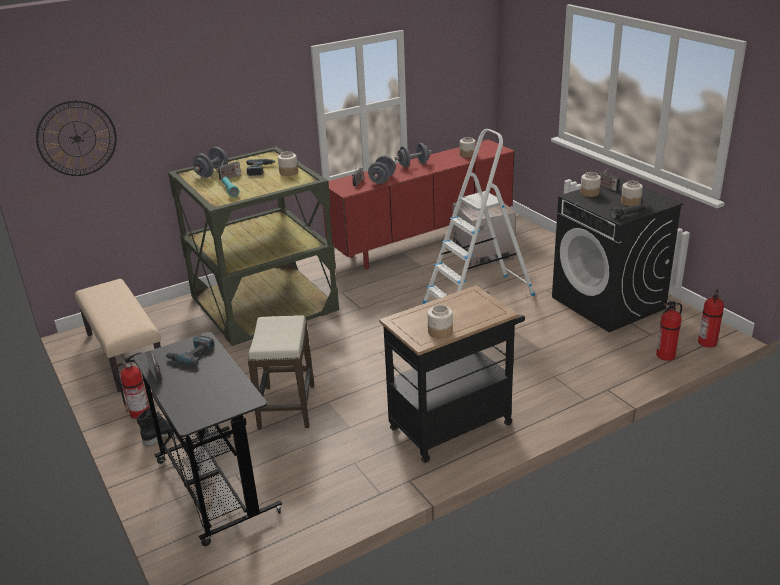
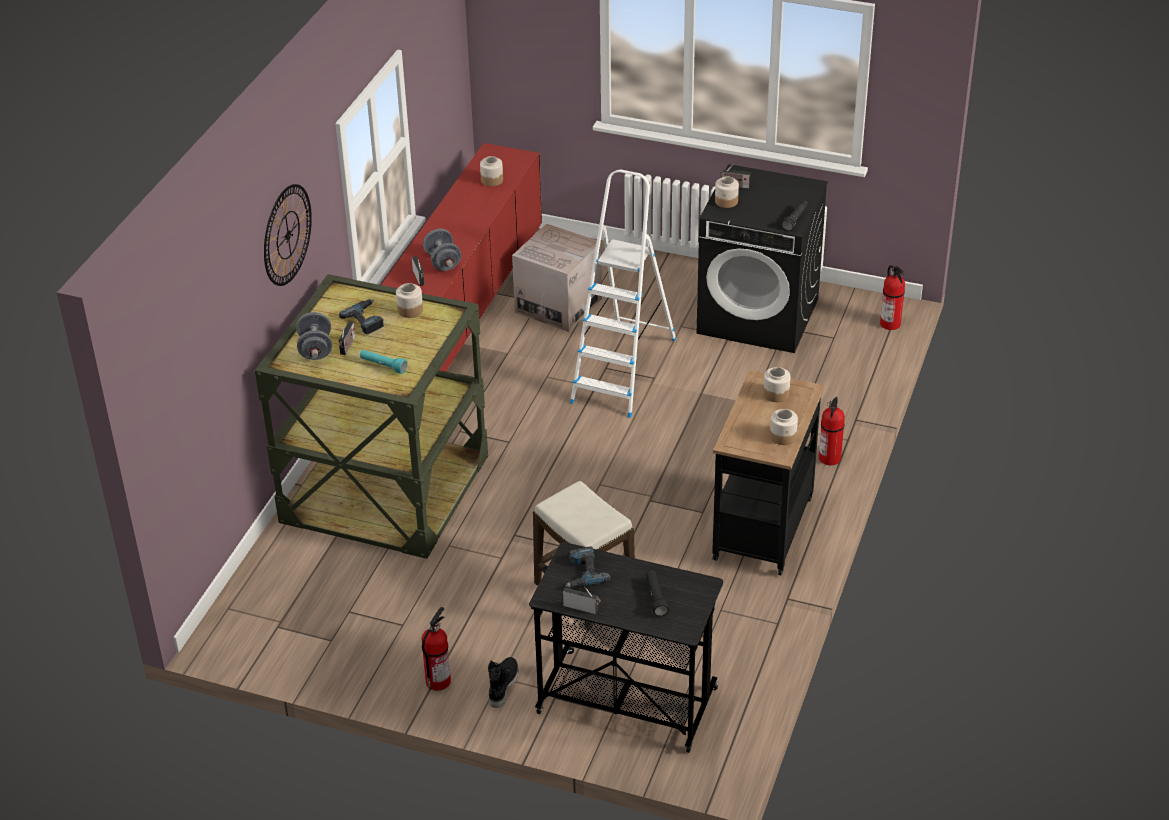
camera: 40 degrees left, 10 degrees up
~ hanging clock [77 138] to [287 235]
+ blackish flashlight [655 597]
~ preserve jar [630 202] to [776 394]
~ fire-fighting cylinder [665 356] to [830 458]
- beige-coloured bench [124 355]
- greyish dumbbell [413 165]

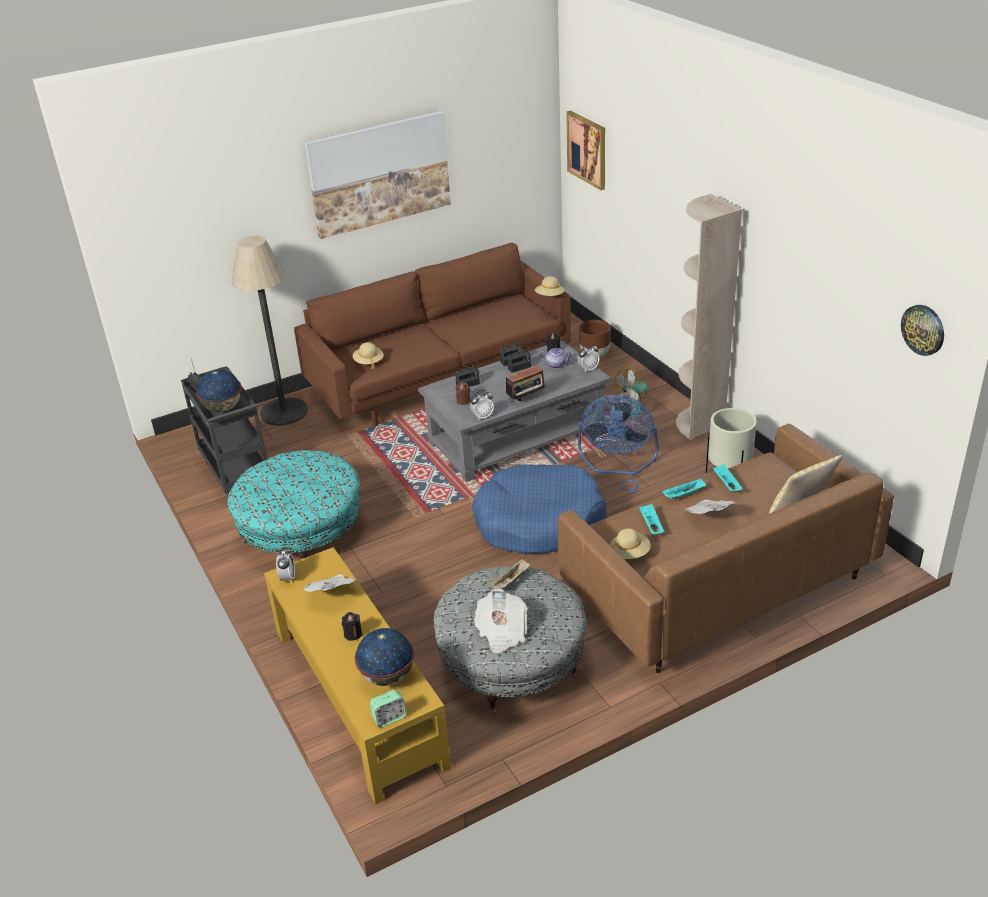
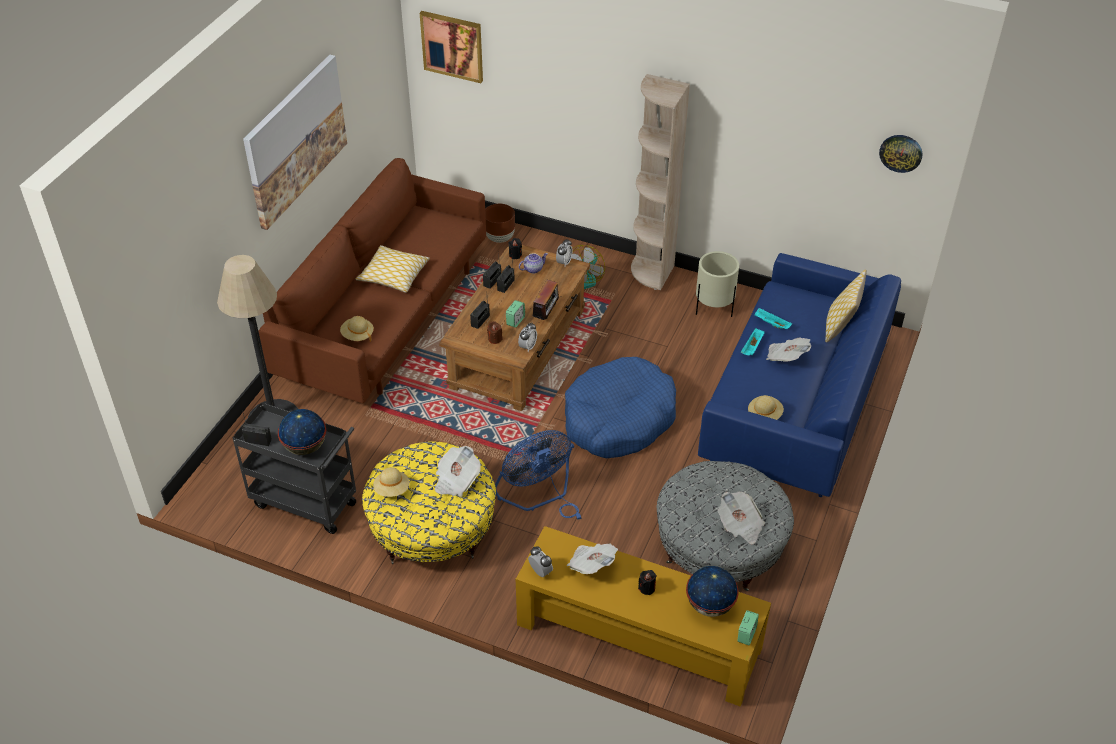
camera: 40 degrees left, 10 degrees up
+ throw pillow [393 275]
~ blue-green footrest [301 532] to yellow footrest [432 527]
~ beige-coloured hat [549 296] to [392 489]
+ newspaper [456 480]
~ greyish lounge table [517 437] to brown lounge table [518 348]
~ blue cooling fan [619 467] to [543 495]
+ table clock [515 321]
~ brown couch [717 585] to blue couch [793 407]
- beige-coloured carrying tray [510 581]
- blue-green carrying tray [651 525]

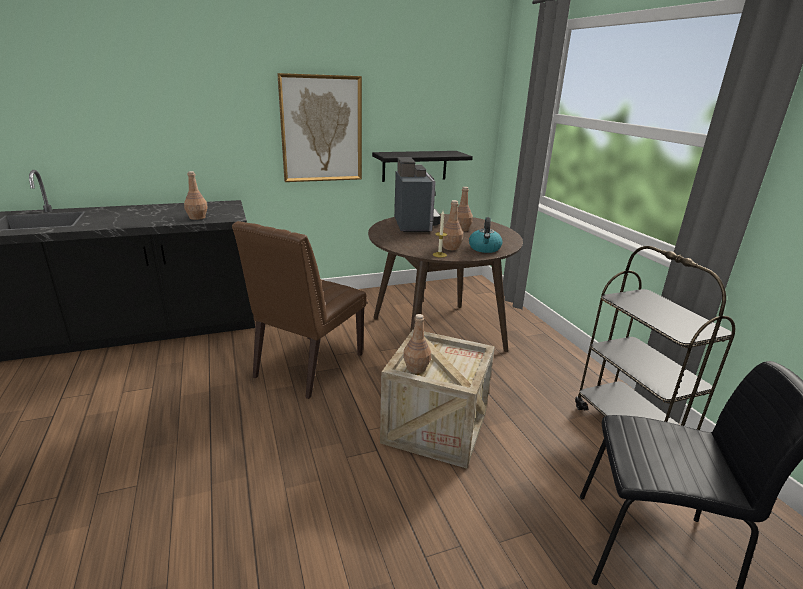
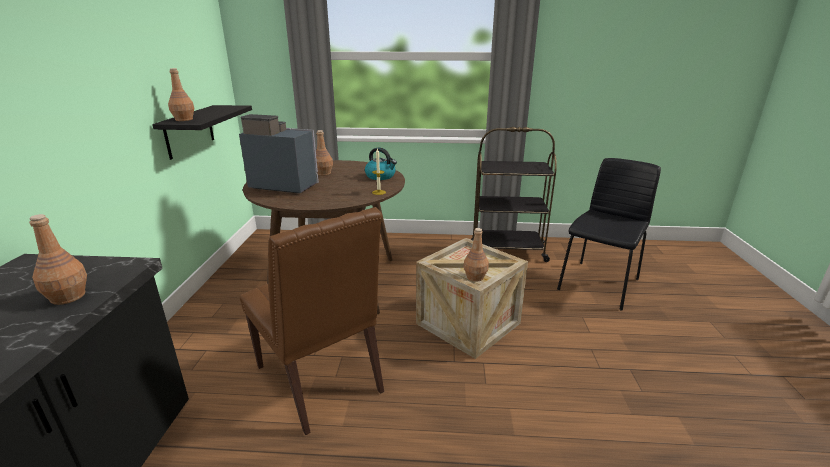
camera: 65 degrees left, 0 degrees up
~ brown bottle [450 247] to [183 119]
- wall picture [321 129]

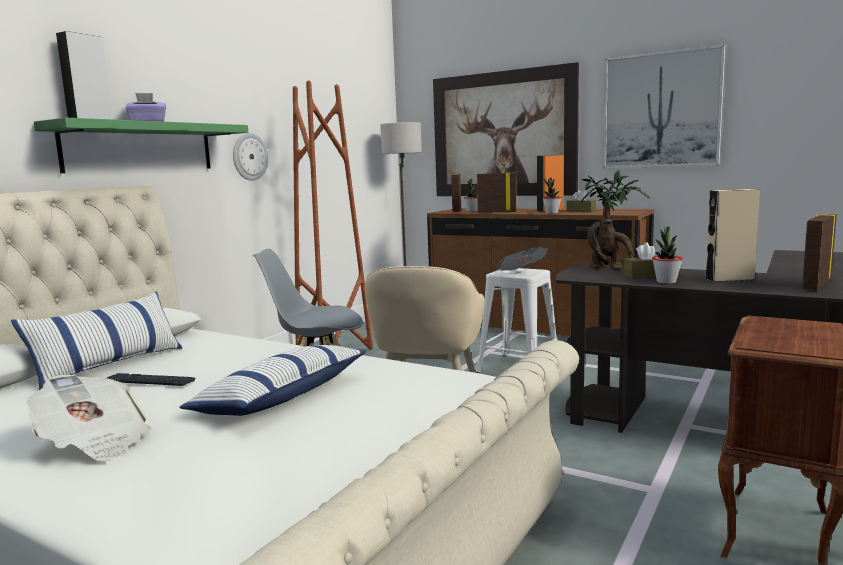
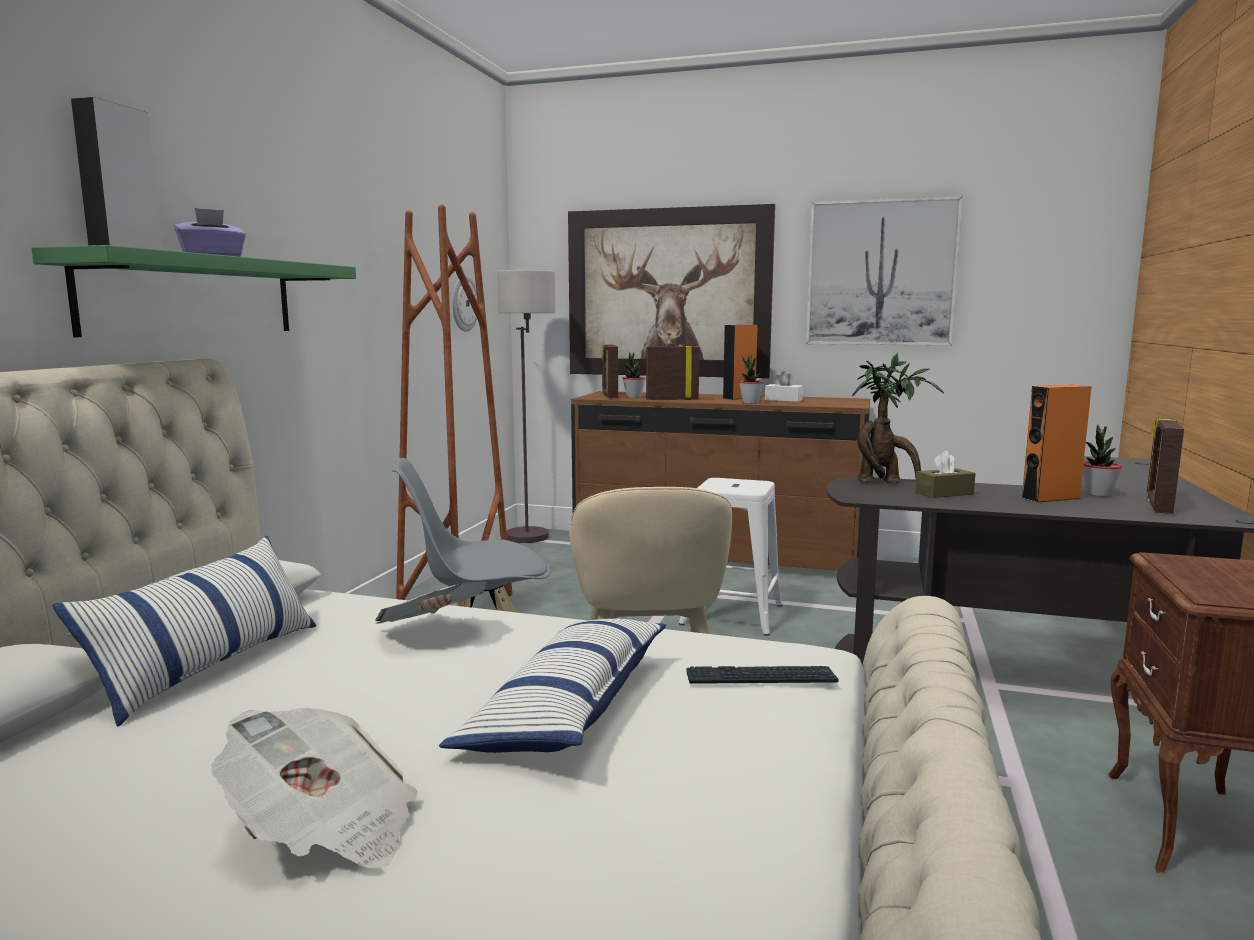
camera: 15 degrees left, 0 degrees up
~ newspaper [521 274] to [431 632]
~ hanging clock [249 156] to [463 303]
~ computer keyboard [148 381] to [760 678]
~ brown tissue holder [581 211] to whitish tissue holder [783 400]
~ beige-coloured audio speaker [729 279] to orangey audio speaker [1050 498]
~ houseplant [666 282] to [1098 494]

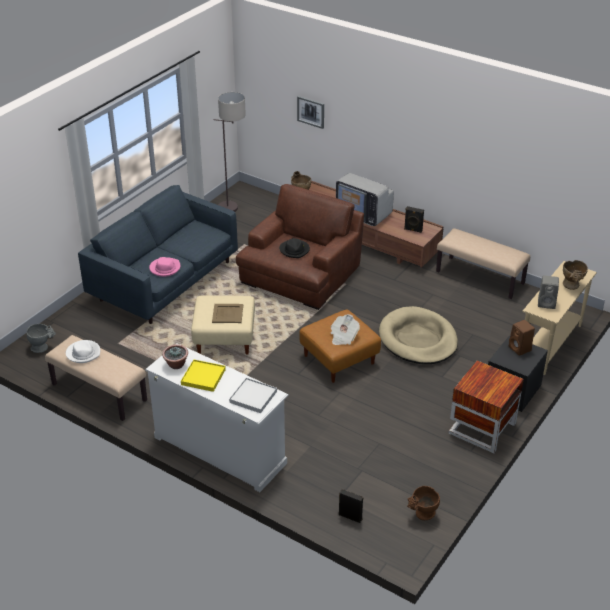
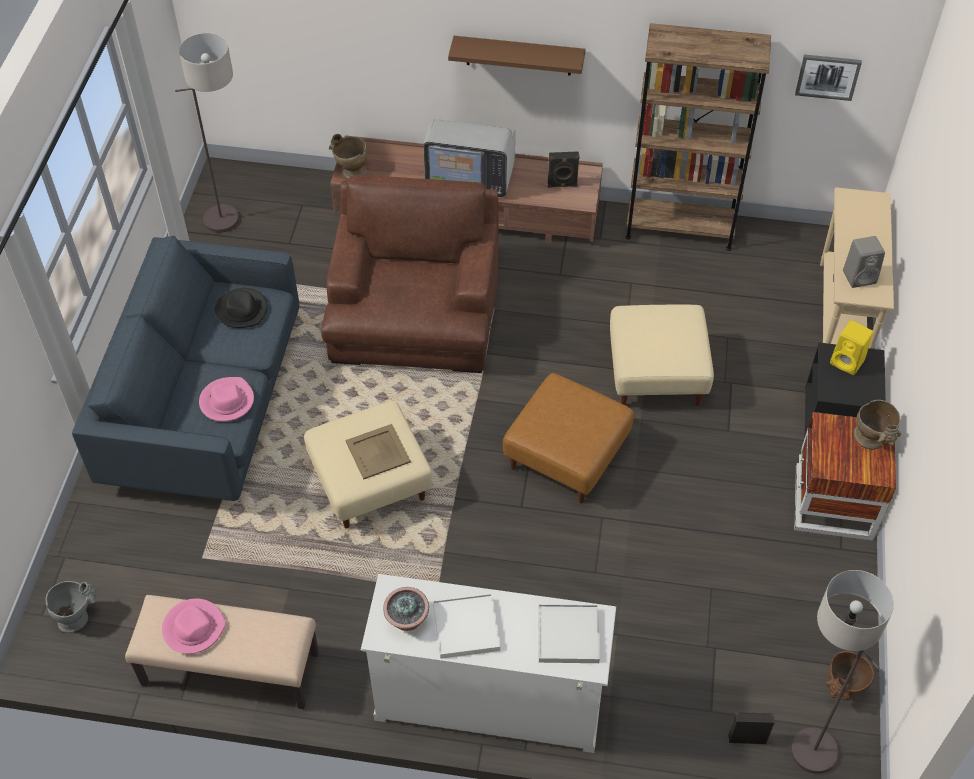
camera: 25 degrees left, 15 degrees up
~ whitish hat [83 353] to pinkish hat [193 627]
~ blackish hat [294 250] to [242 310]
~ yellow carrying tray [203 377] to whitish carrying tray [466 628]
+ brown bracket shelf [518 55]
~ beige-coloured dog cushion [418 339] to beige-coloured footrest [657 375]
~ beige-coloured bench [480 277] to brown bookcase [679 228]
+ greyish floor lamp [804 740]
~ wall picture [311 111] to [828 76]
~ brown audio speaker [520 349] to yellow audio speaker [848 362]
~ beige-coloured vase [572 286] to [872 441]
- newspaper [343 337]

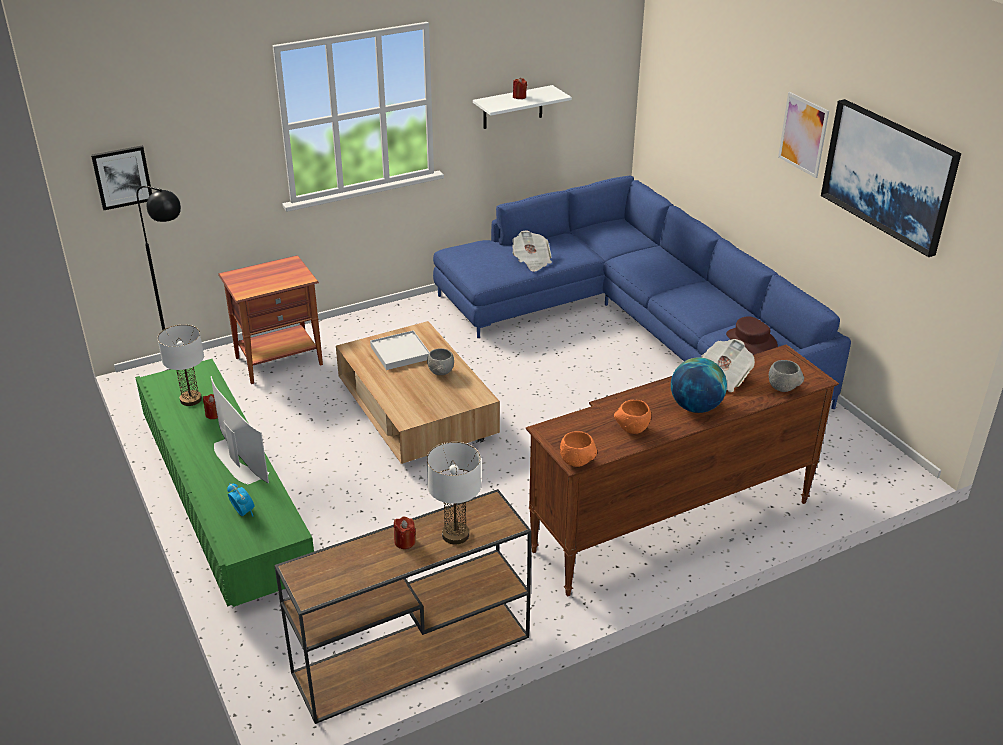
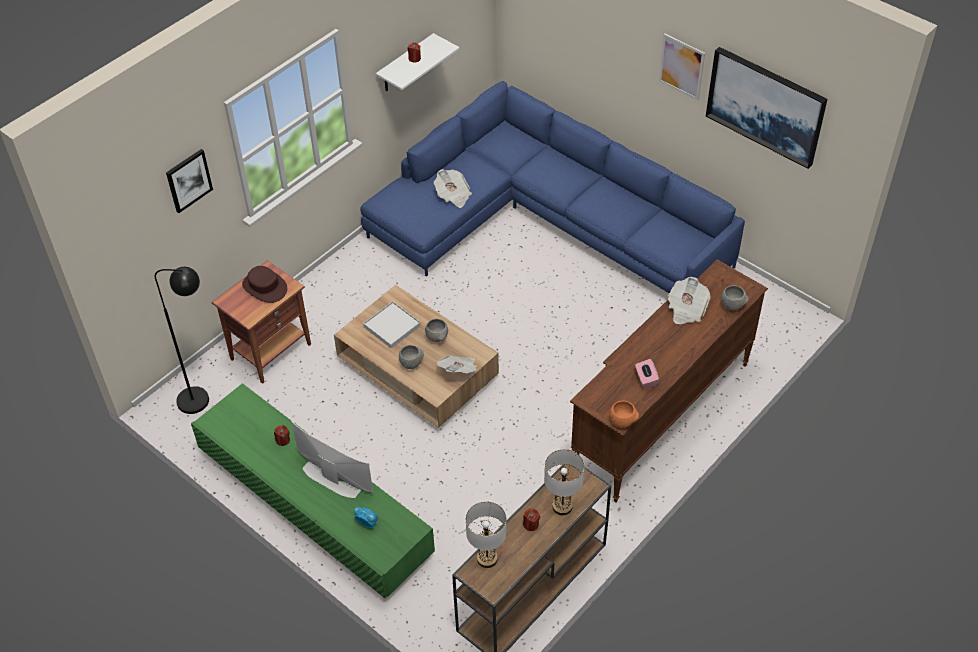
camera: 20 degrees left, 15 degrees up
~ wall picture [122 177] to [188 180]
~ brown hat [751 342] to [264 287]
+ greyish serving bowl [411 364]
+ newspaper [459 371]
~ lamp for a table [191 399] to [487 558]
~ orangey serving bowl [632 430] to pinkish tissue holder [645 379]
- globe [695 407]

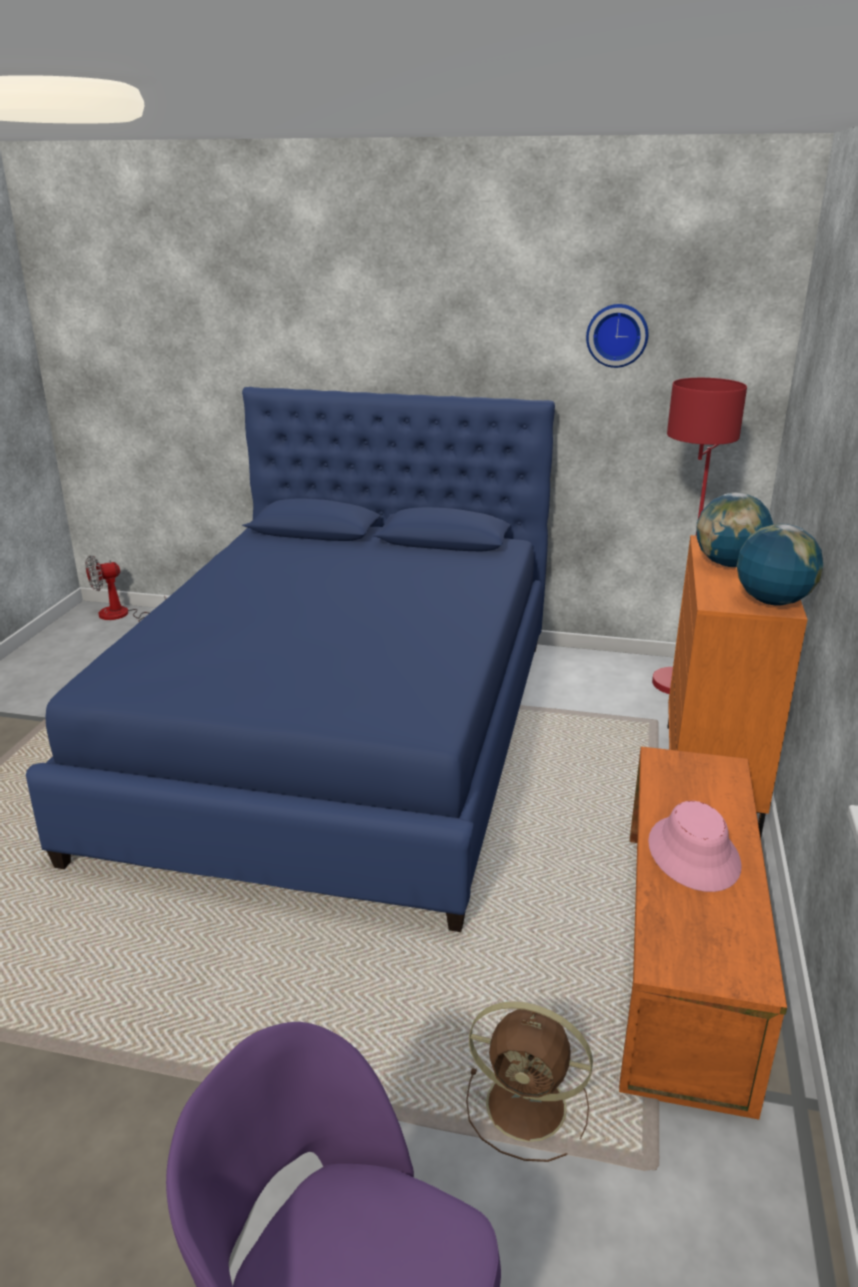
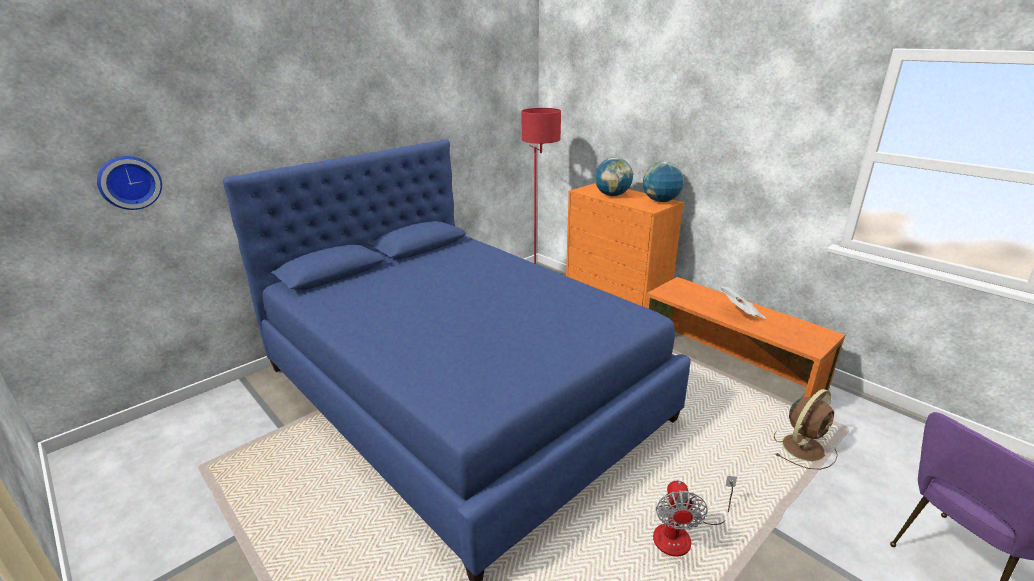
camera: 55 degrees left, 0 degrees up
~ hanging clock [617 335] to [129 182]
~ cooling fan [122 616] to [682 534]
~ pinkish hat [694 854] to newspaper [740 313]

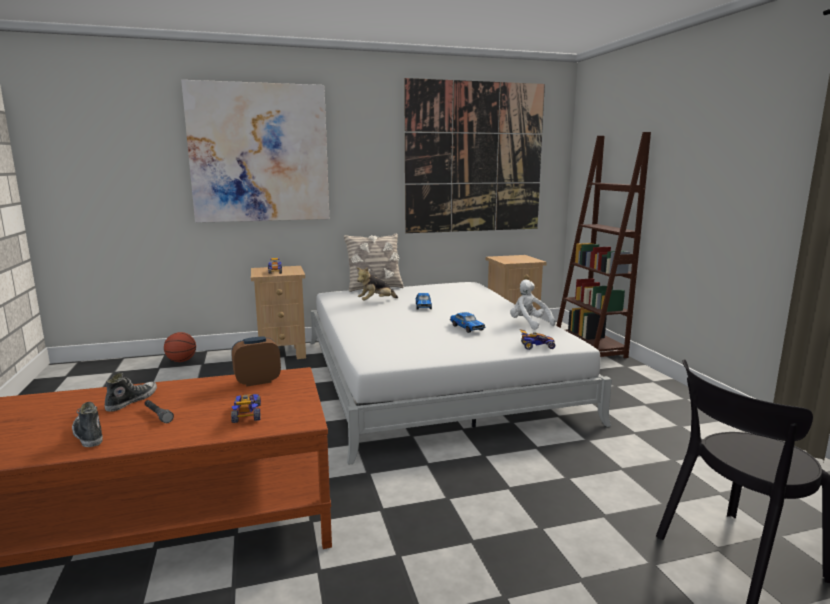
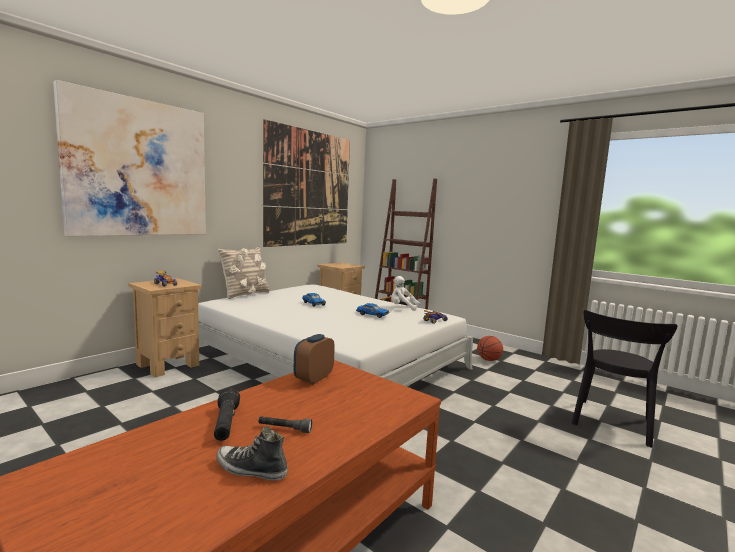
camera: 35 degrees left, 5 degrees down
~ shoe [131 401] to blackish flashlight [226 424]
~ ball for basketball [181 361] to [488 360]
- model car [247 414]
- cuddly toy [376 302]

